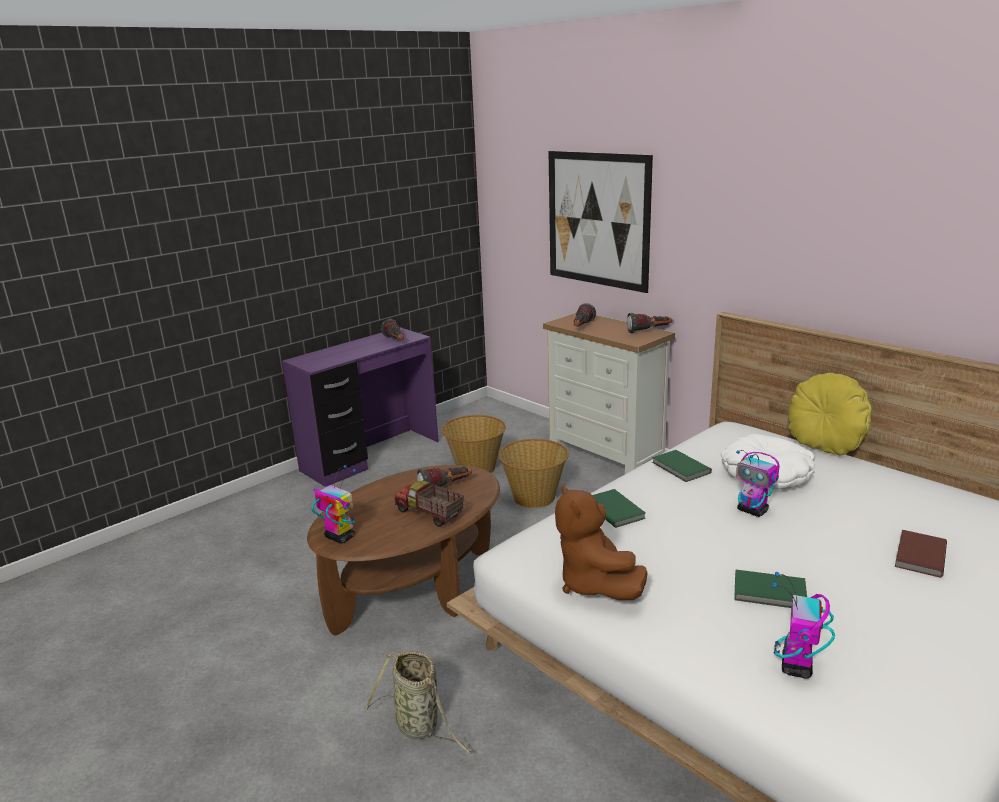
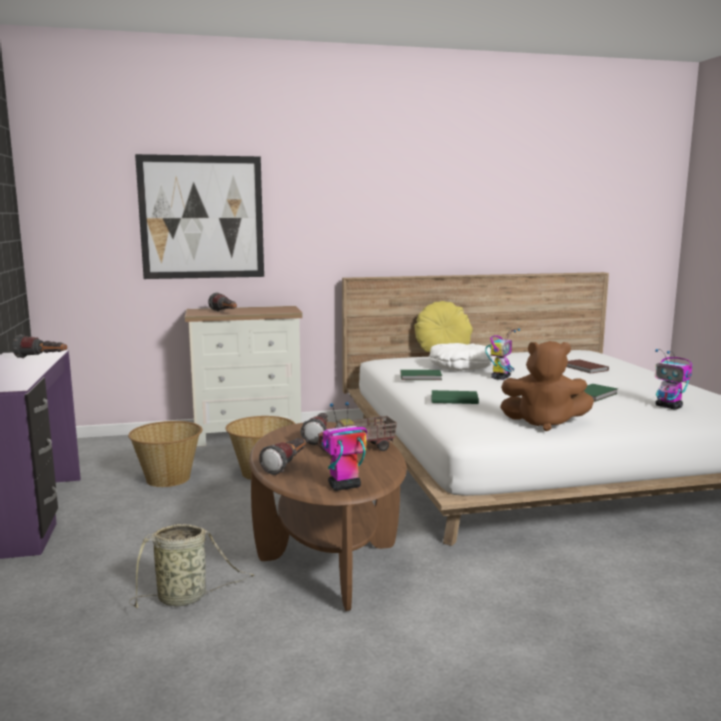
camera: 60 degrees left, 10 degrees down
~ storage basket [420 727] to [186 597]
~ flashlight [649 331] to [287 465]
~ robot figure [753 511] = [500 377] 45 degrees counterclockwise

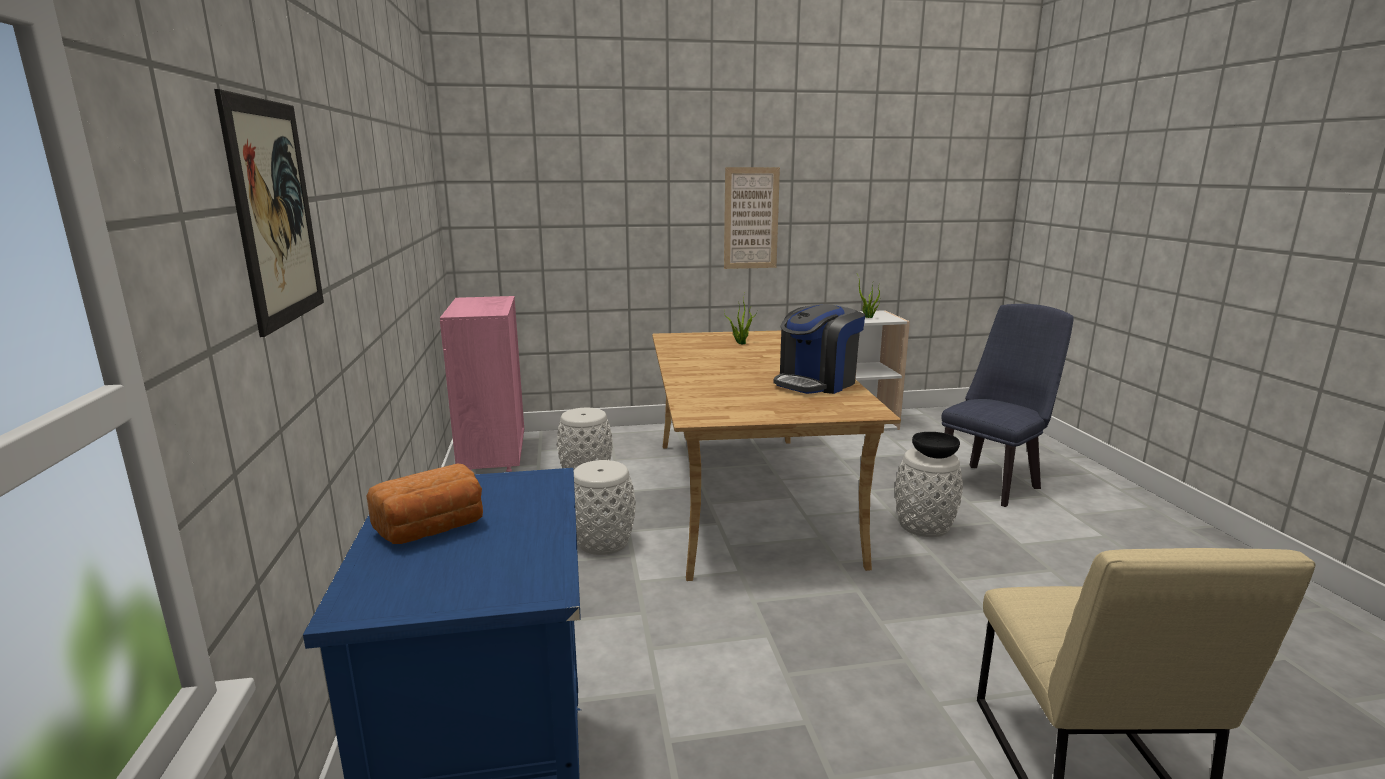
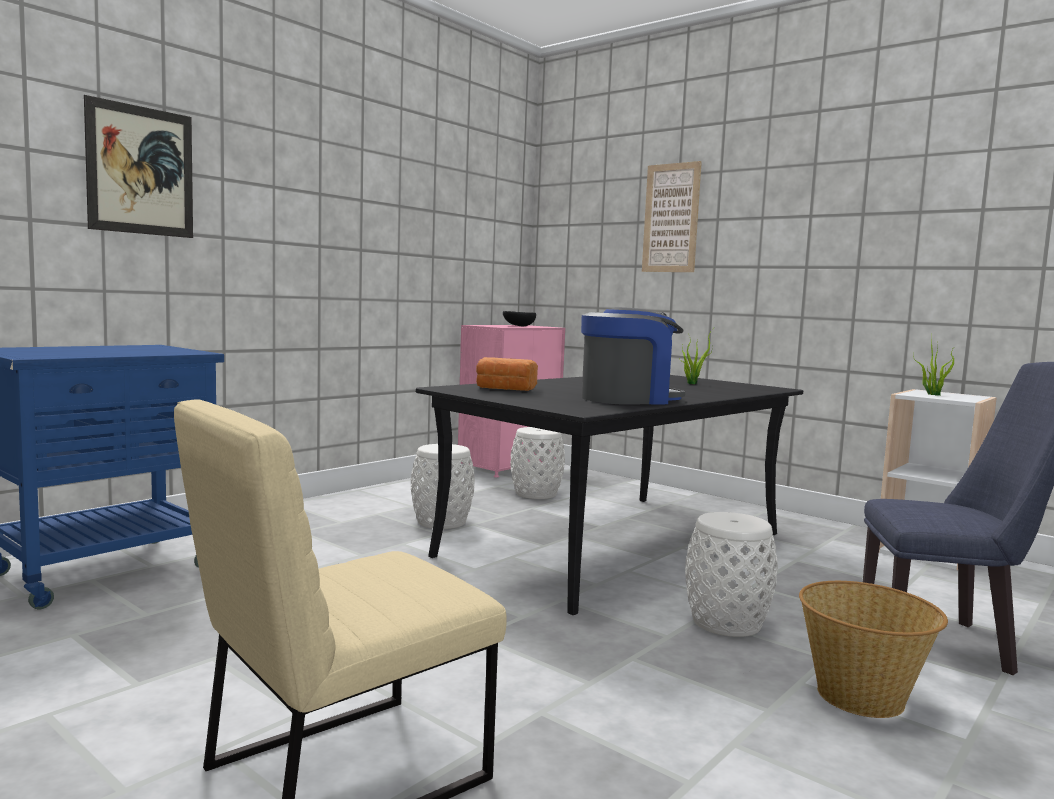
camera: 50 degrees right, 10 degrees down
~ beige-coloured kitchen table [747 497] to blackish kitchen table [615 544]
~ baked bread [433 529] to [504 389]
~ blackish serving bowl [934 456] to [518 326]
~ coffee brewer [816 382] = [628 399] 150 degrees clockwise
~ wall picture [751 218] to [671 218]
+ storage basket [861 696]

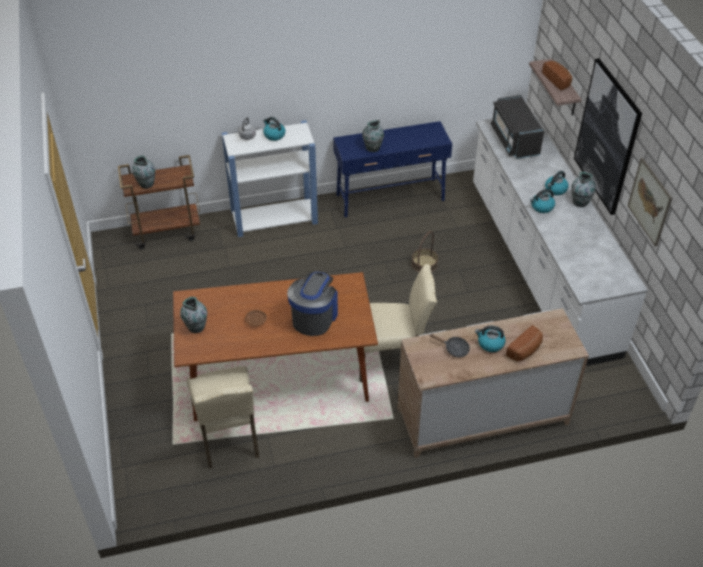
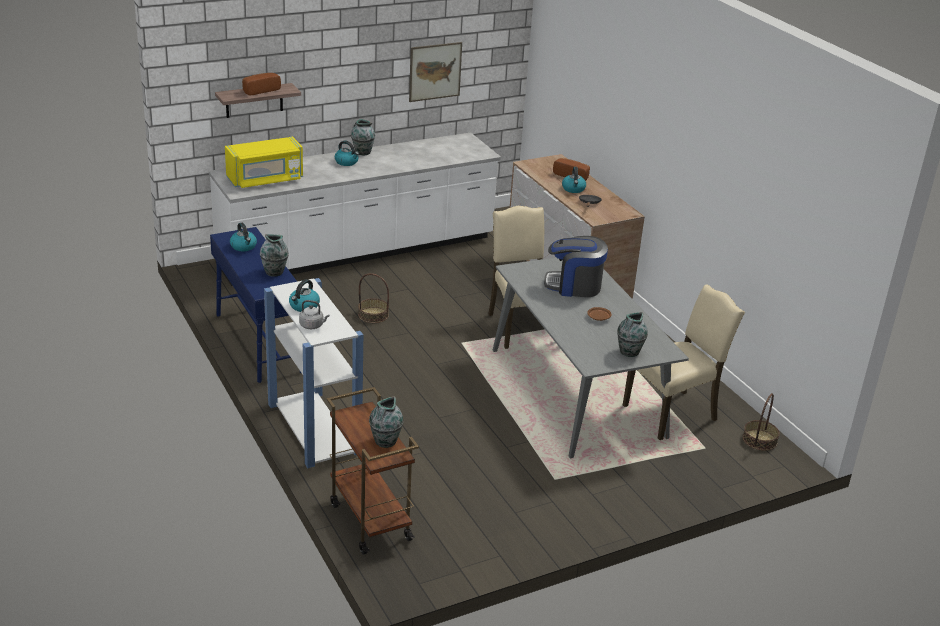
camera: 105 degrees left, 15 degrees down
~ blackish microwave [514 140] to yellow microwave [265 180]
~ tea kettle [541 207] to [244 246]
~ brown kitchen table [277 375] to greyish kitchen table [577 393]
+ storage basket [760 440]
- wall picture [607 137]

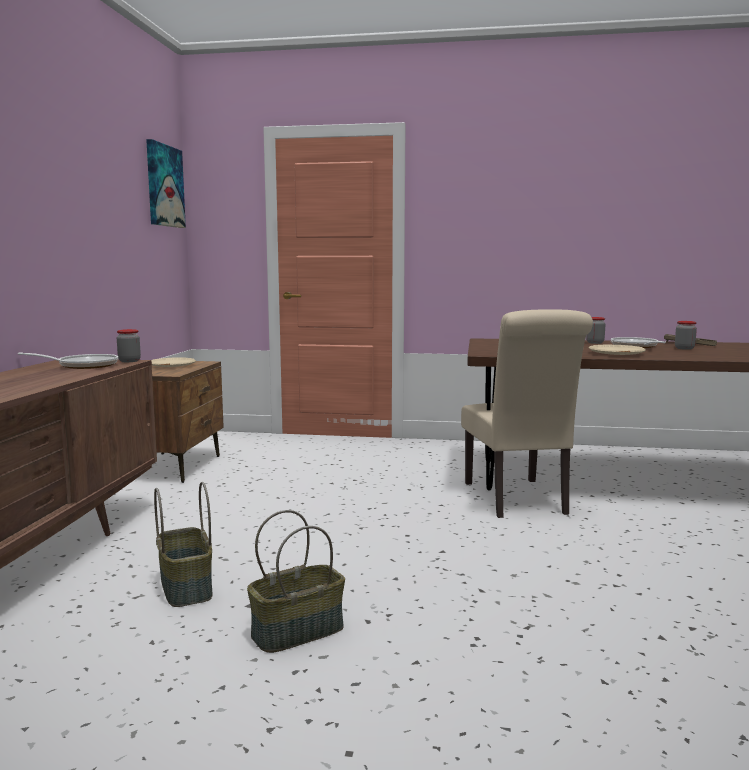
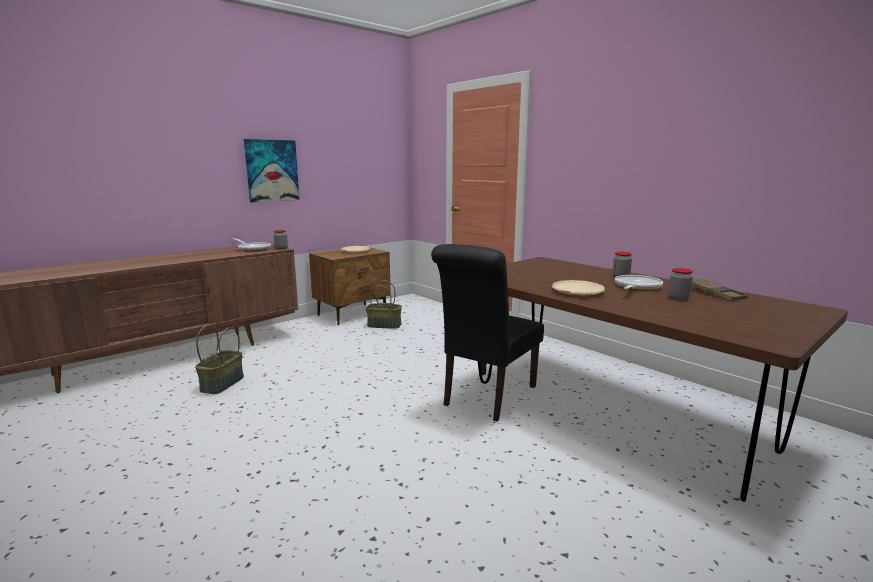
camera: 40 degrees right, 5 degrees up
~ wall picture [164 186] to [272 170]
~ storage basket [298 631] to [384 325]
~ beige-coloured upright chair [518 500] to blackish upright chair [486 397]

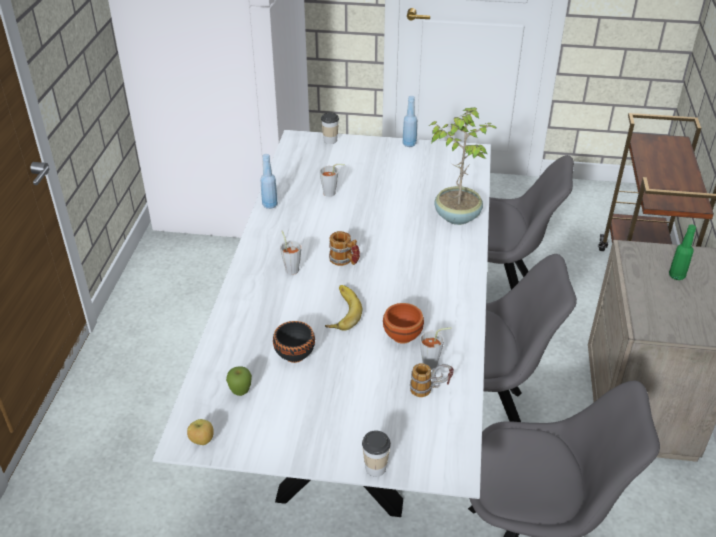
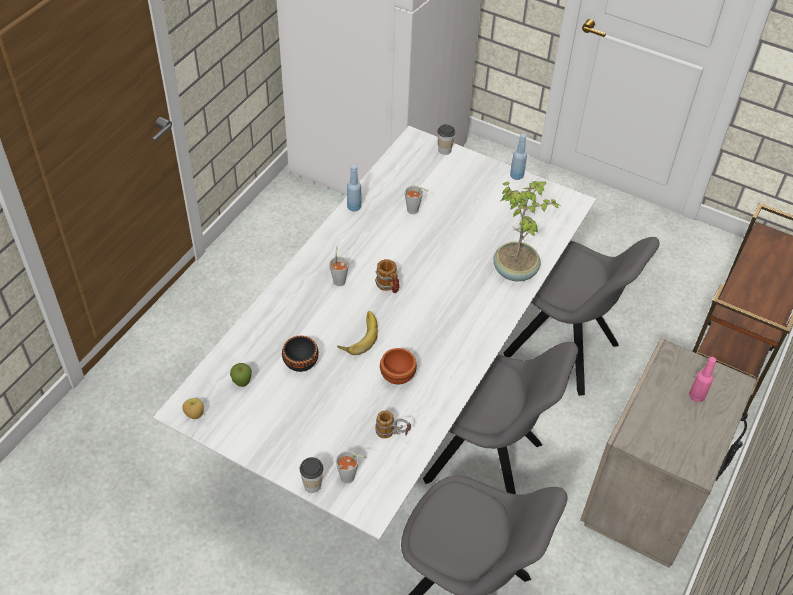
camera: 20 degrees right, 10 degrees up
~ greyish cup [433 363] to [350 478]
~ green bottle [677 275] to pinkish bottle [696 396]

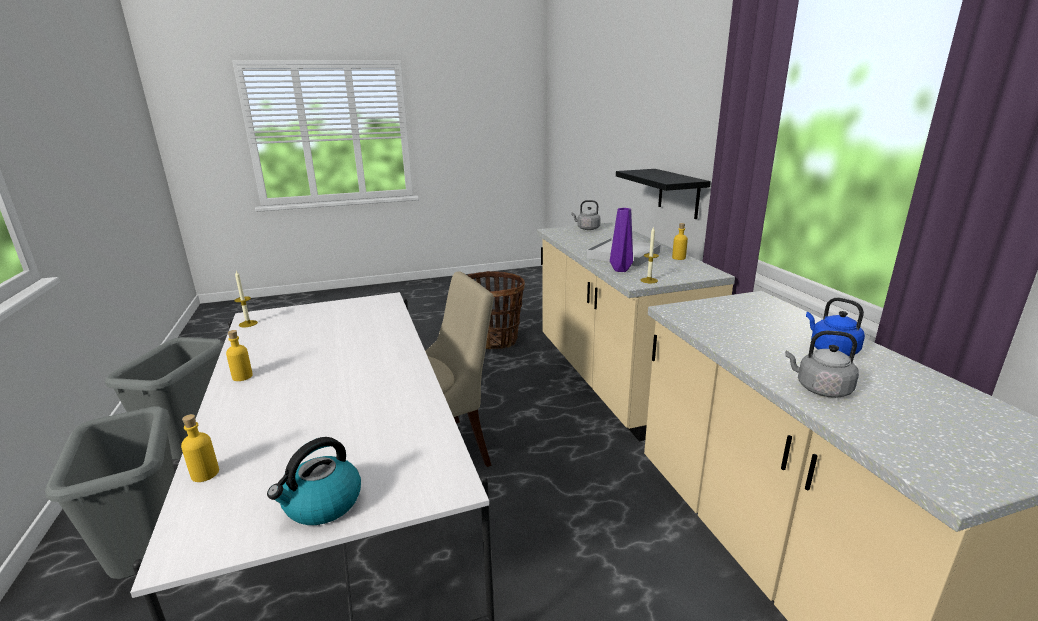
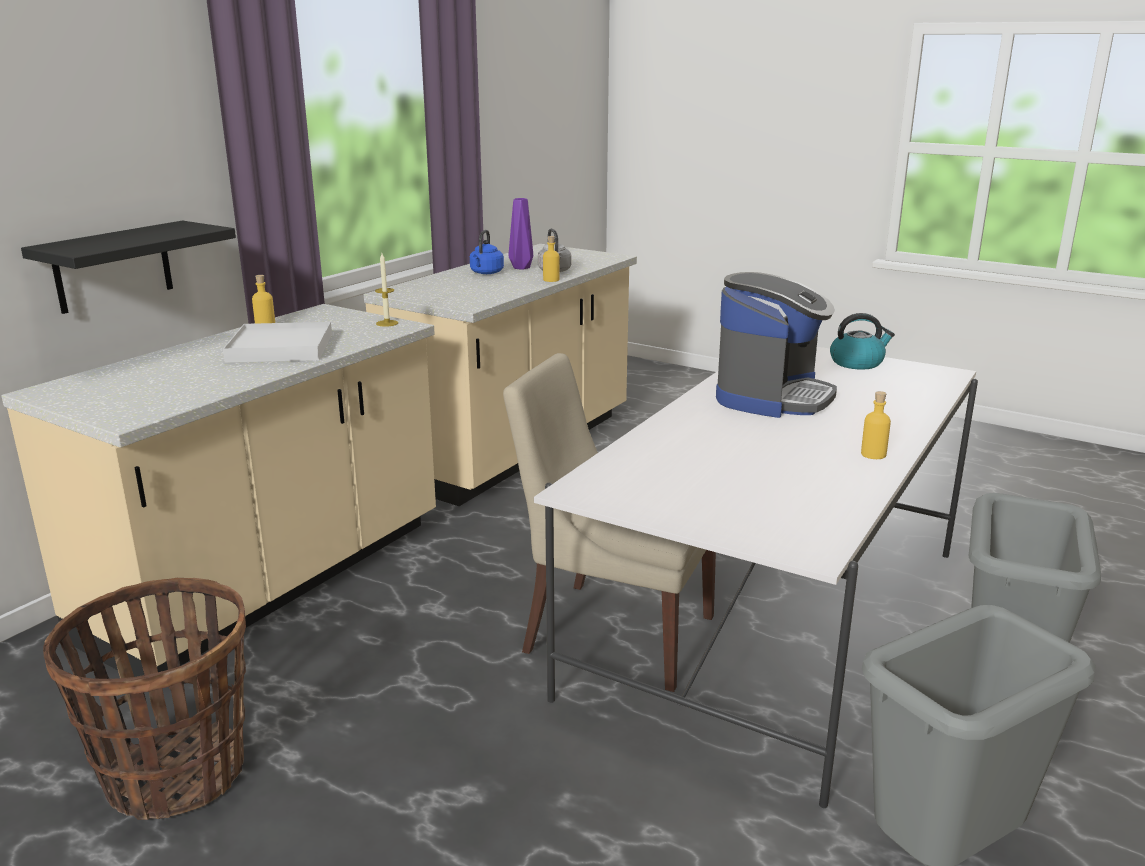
camera: 130 degrees left, 0 degrees up
~ purplish vase [621 270] to [521 267]
~ yellow bottle [205 474] to [551 280]
+ coffee brewer [773 397]
- wax light [248 324]
- greyish tea kettle [587 228]

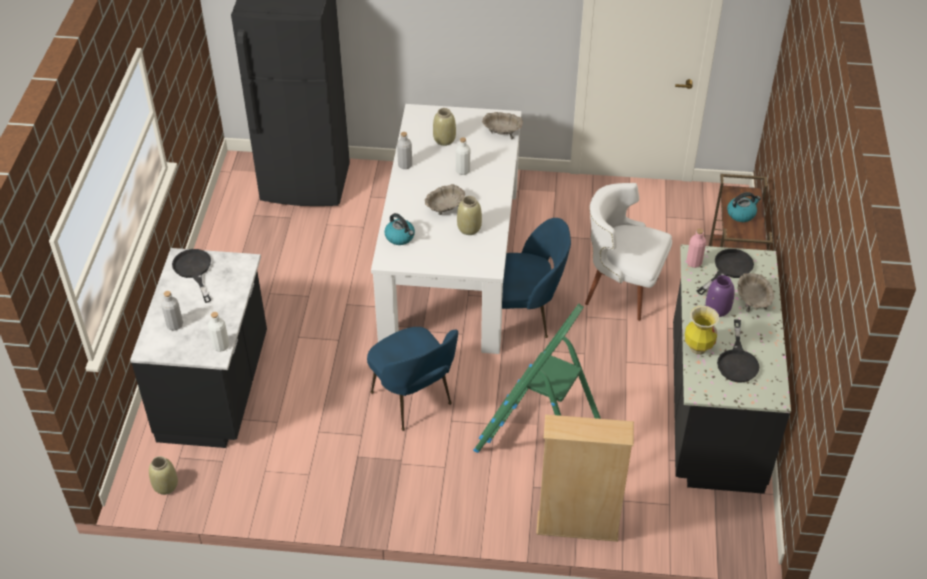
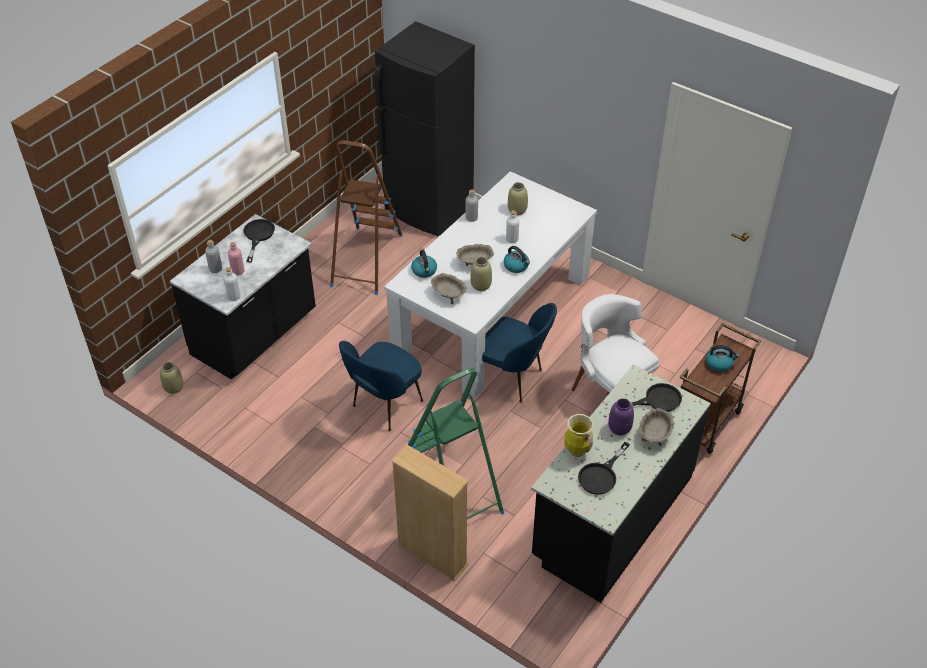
camera: 30 degrees right, 0 degrees up
~ pinkish bottle [694 263] to [238 271]
+ brown step stool [367 259]
~ blue upright chair [414 403] = [383 407] 45 degrees clockwise
~ beige-coloured serving bowl [502 133] to [448 295]
+ tea kettle [516 266]

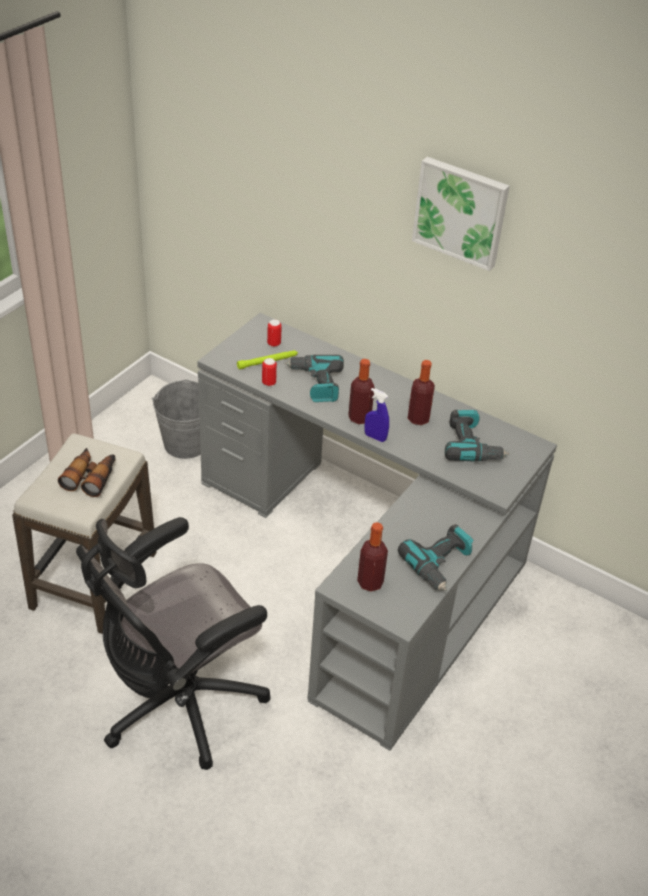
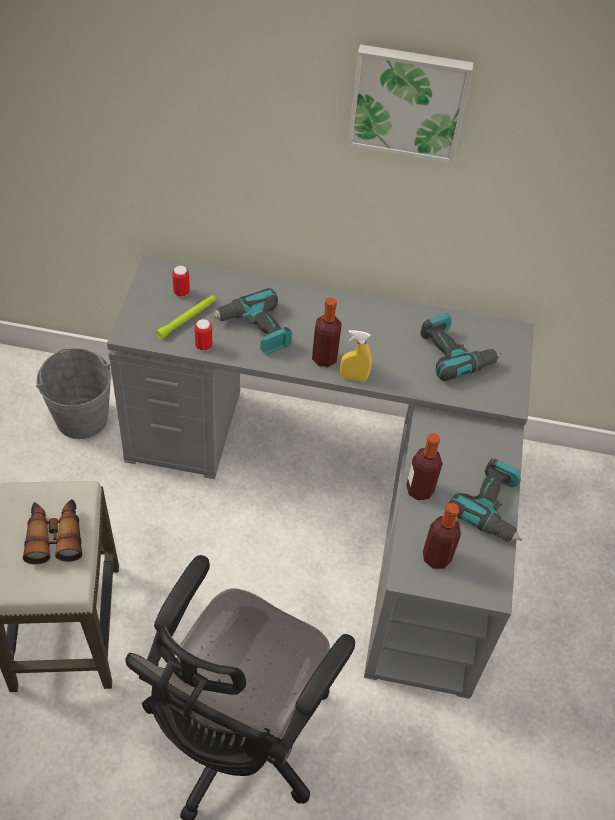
camera: 25 degrees left, 10 degrees up
~ blue sprayer [375 437] to yellow sprayer [353 377]
~ bottle [418 419] to [419 490]

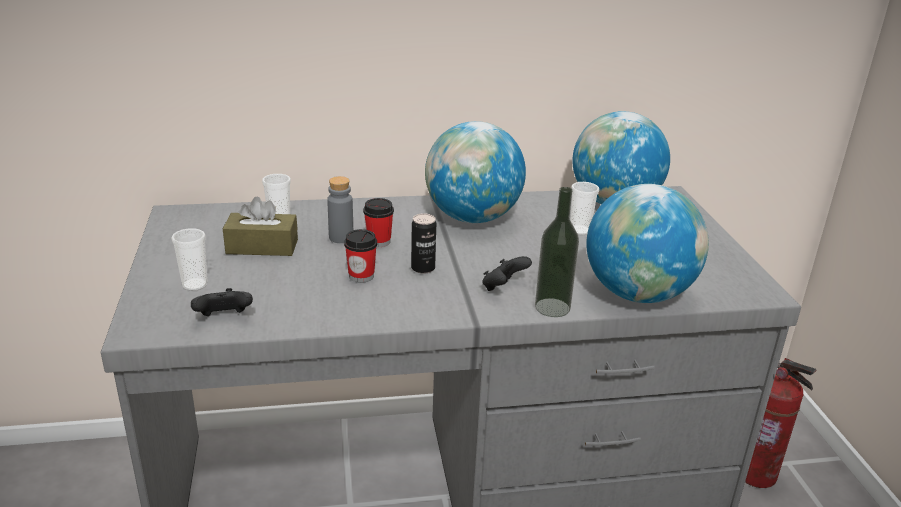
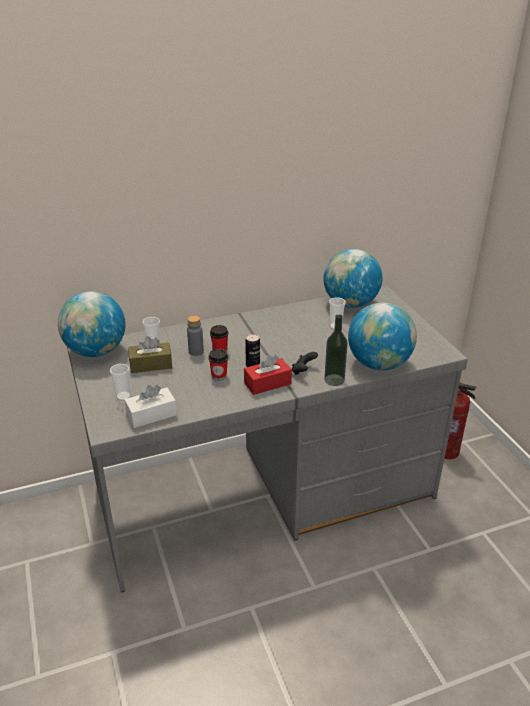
camera: 10 degrees left, 5 degrees up
~ globe [472 218] to [96 351]
~ blackish game controller [224 318] to whitish tissue holder [151 415]
+ red tissue holder [267 383]

